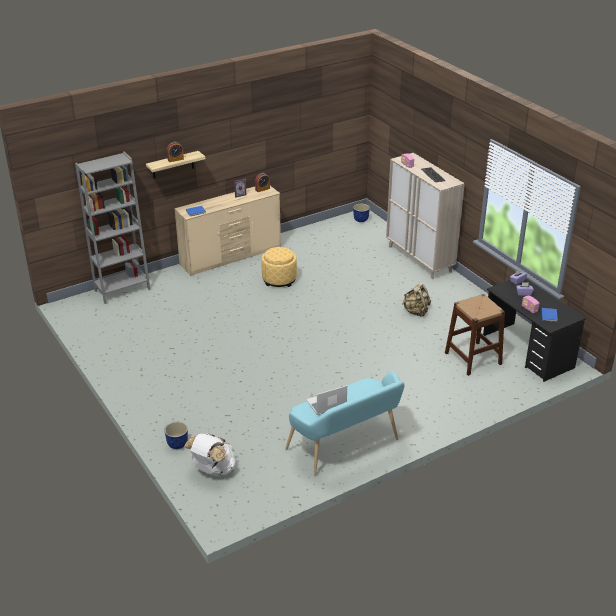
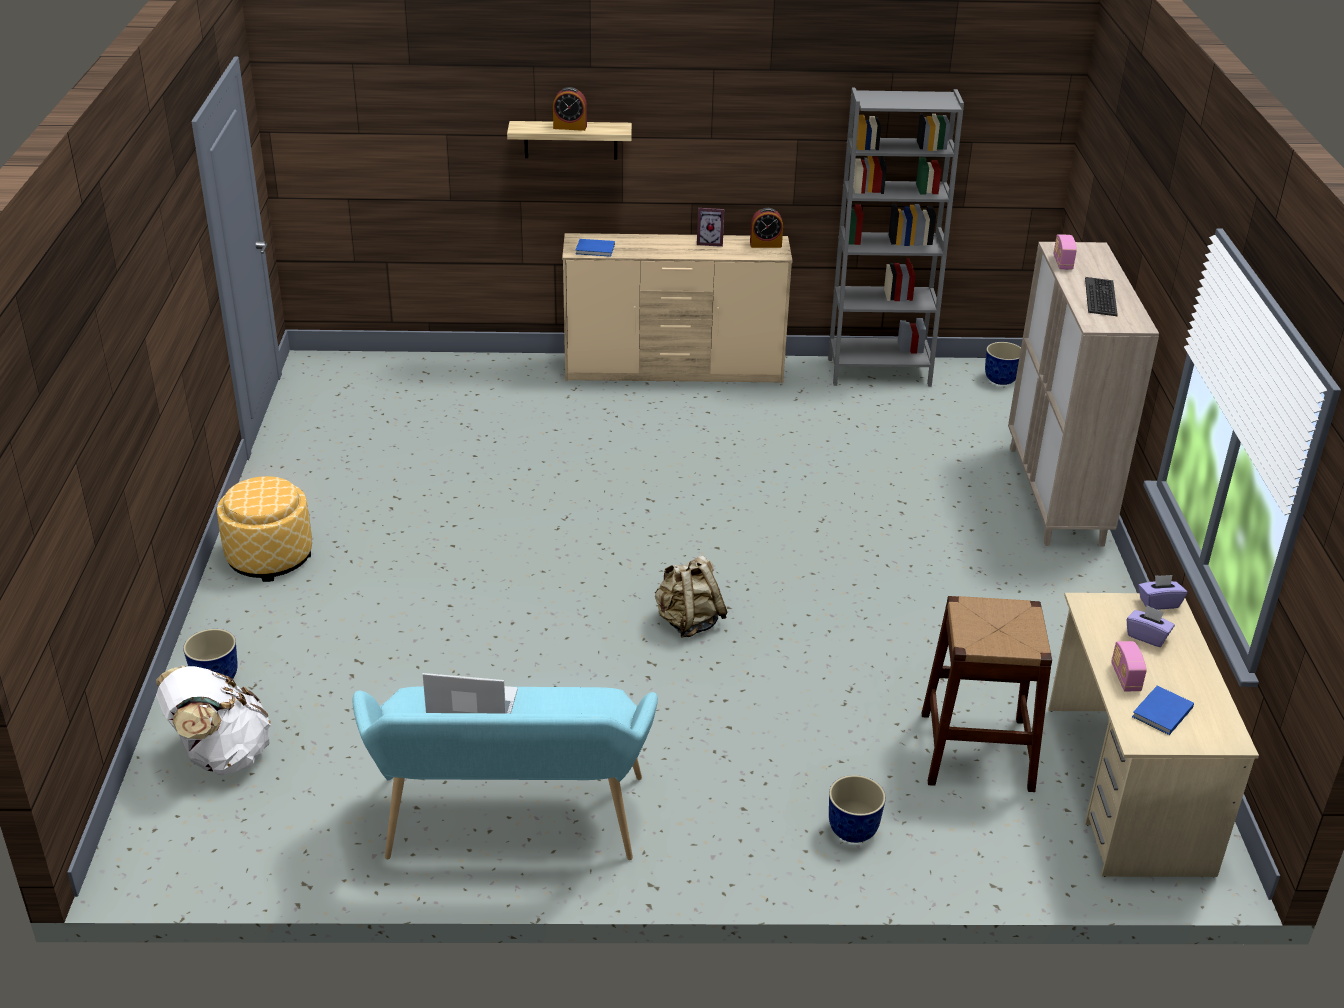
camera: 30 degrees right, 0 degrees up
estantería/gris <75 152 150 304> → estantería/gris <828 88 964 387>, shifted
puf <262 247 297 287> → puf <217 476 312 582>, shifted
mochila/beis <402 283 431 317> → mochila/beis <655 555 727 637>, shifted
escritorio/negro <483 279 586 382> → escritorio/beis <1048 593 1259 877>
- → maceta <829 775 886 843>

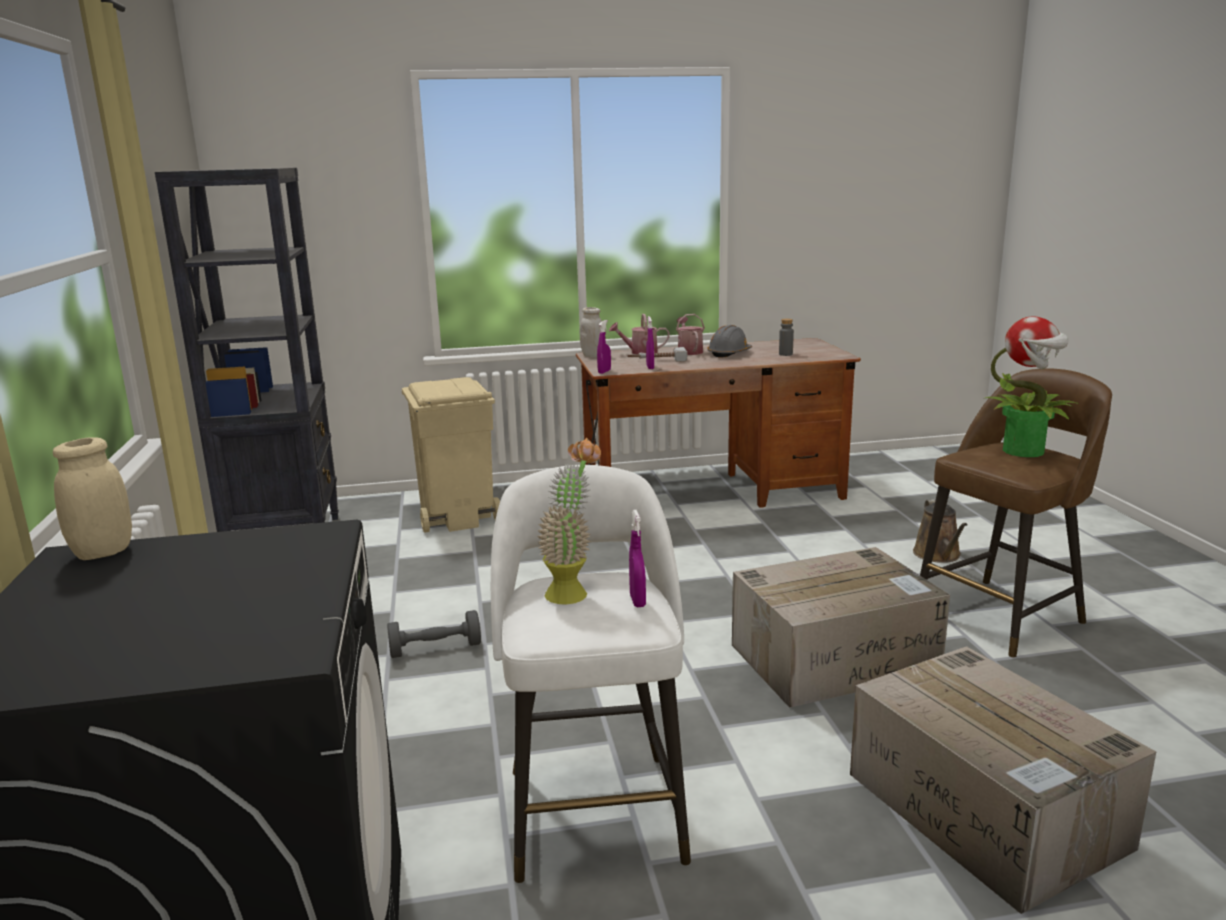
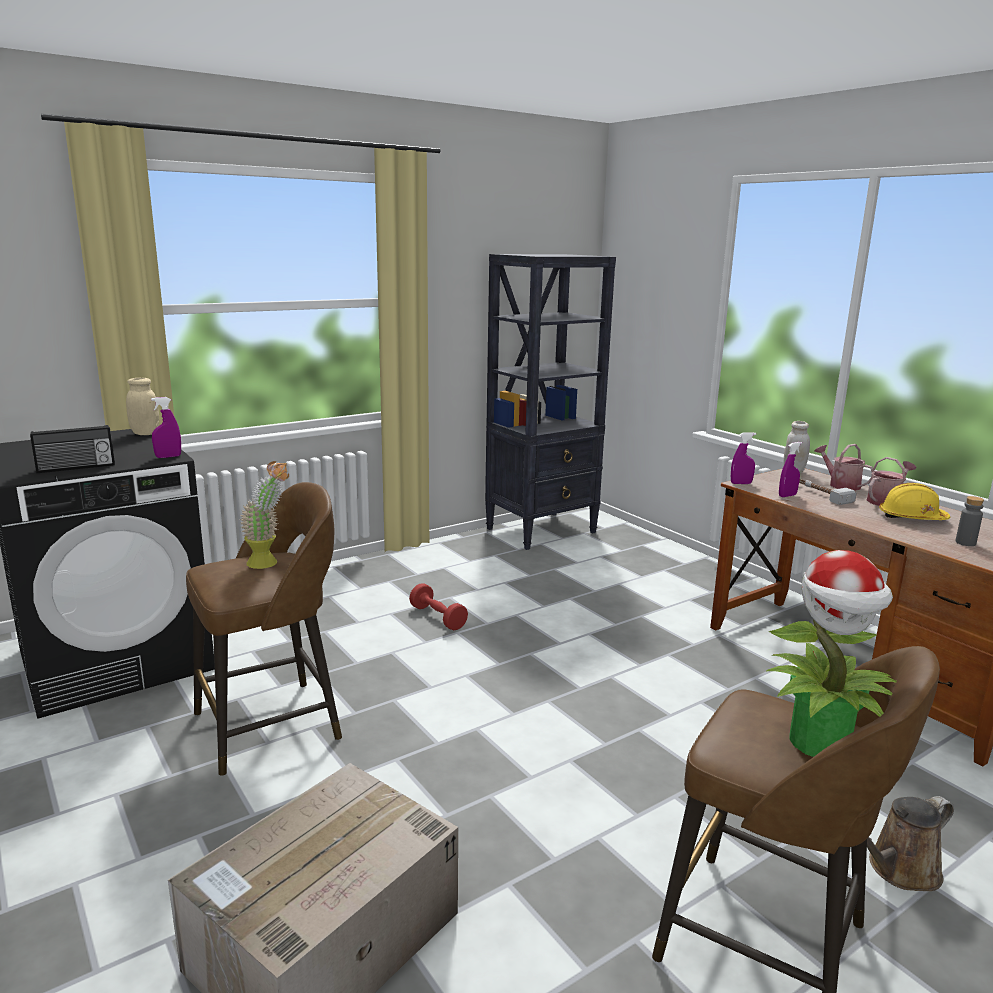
camera: 65 degrees right, 0 degrees up
mancuerna/gris <387 610 481 658> → mancuerna/rojo <409 583 468 630>
papelera/beis <402 377 500 533> → -
taburete/blanco <491 465 691 883> → taburete/marrón <186 482 342 776>
pulverizador/morado <629 510 646 607> → pulverizador/morado <151 397 181 458>, shifted
casco/gris <707 325 752 357> → casco/amarillo <879 483 950 520>
caja de cartón <732 547 950 708> → -
- → radio <30 425 115 473>

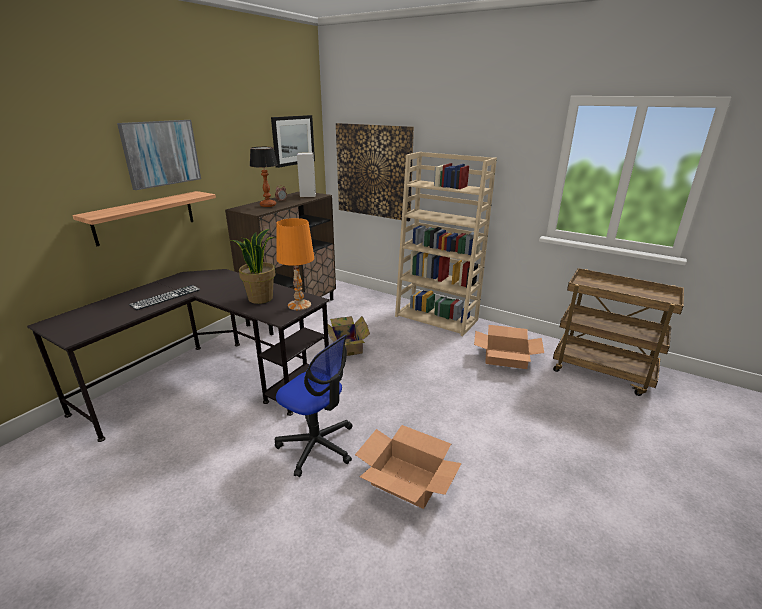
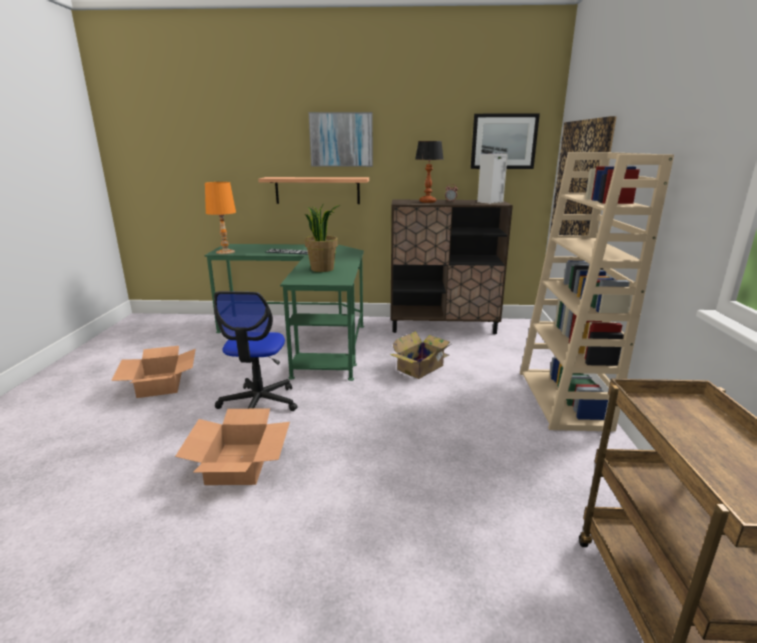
camera: 60 degrees right, 5 degrees down
escritorio/negro <27 269 329 442> → escritorio/verde <204 244 364 381>
lámpara de mesa/naranja <276 218 314 310> → lámpara de mesa/naranja <205 182 236 254>, shifted
caja de cartón <474 325 544 369> → caja de cartón <111 346 196 398>, shifted

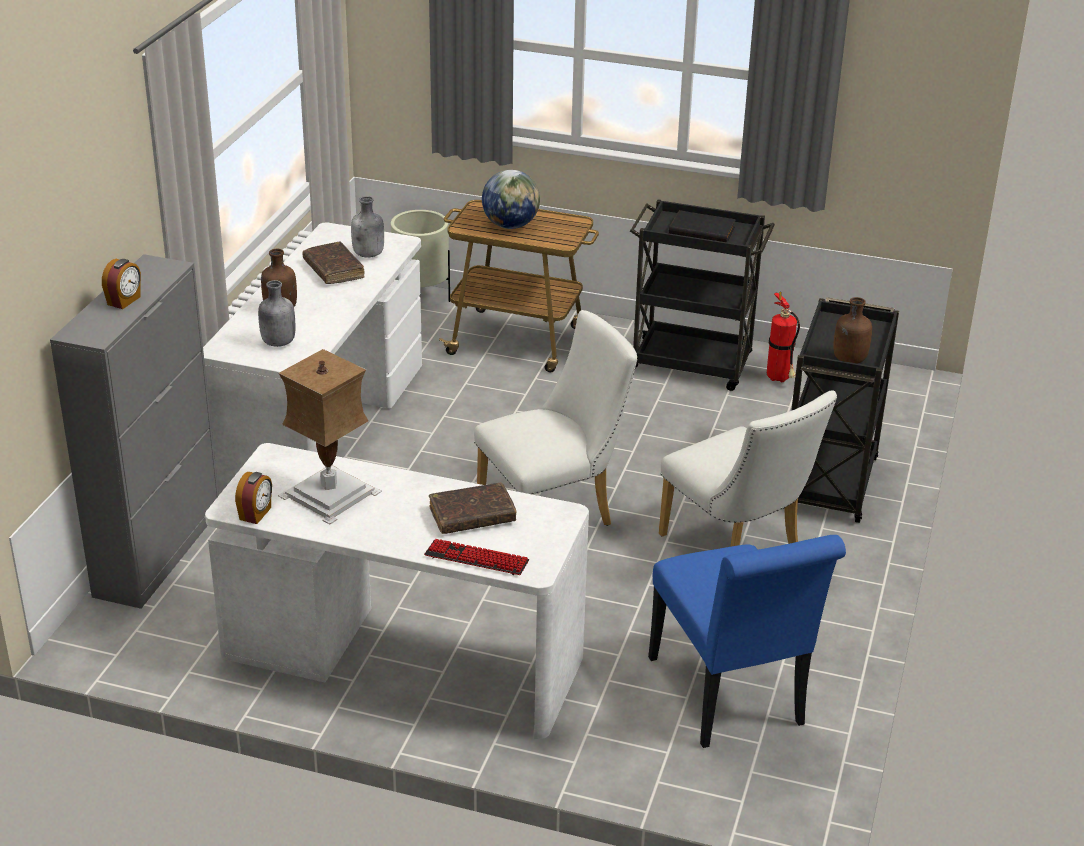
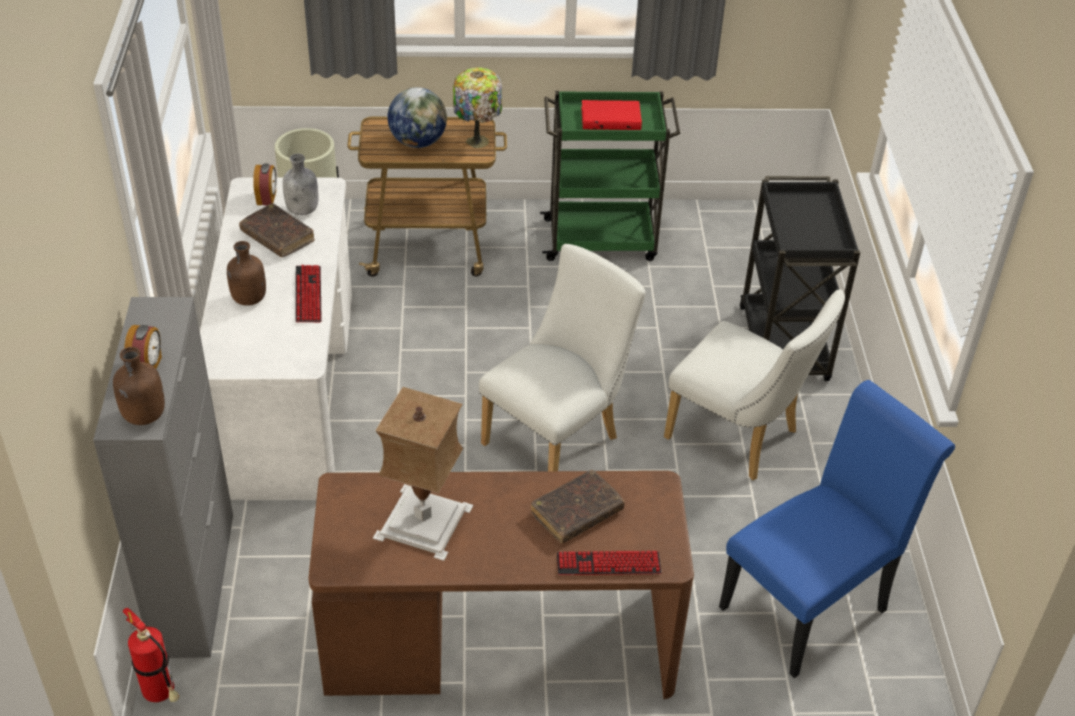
camera: 20 degrees left, 10 degrees up
escritorio/blanco <205 443 589 739> → escritorio/marrón <308 471 694 700>
despertador <235 472 272 524> → despertador <253 164 276 205>, shifted
botella/gris <258 280 295 347> → -
carrito/negro <630 200 775 391> → carrito/verde <540 91 680 261>
silla/azul <648 535 846 748> → silla/azul <719 380 955 678>, 90 degrees counterclockwise
libro/negro <669 210 736 242> → libro/rojo <581 100 642 130>
extintor <767 292 800 382> → extintor <122 608 180 702>, shifted
botella/marrón <834 297 872 364> → botella/marrón <113 347 165 425>, shifted
- → teclado <295 265 322 322>
- → lámpara de mesa <453 67 502 148>

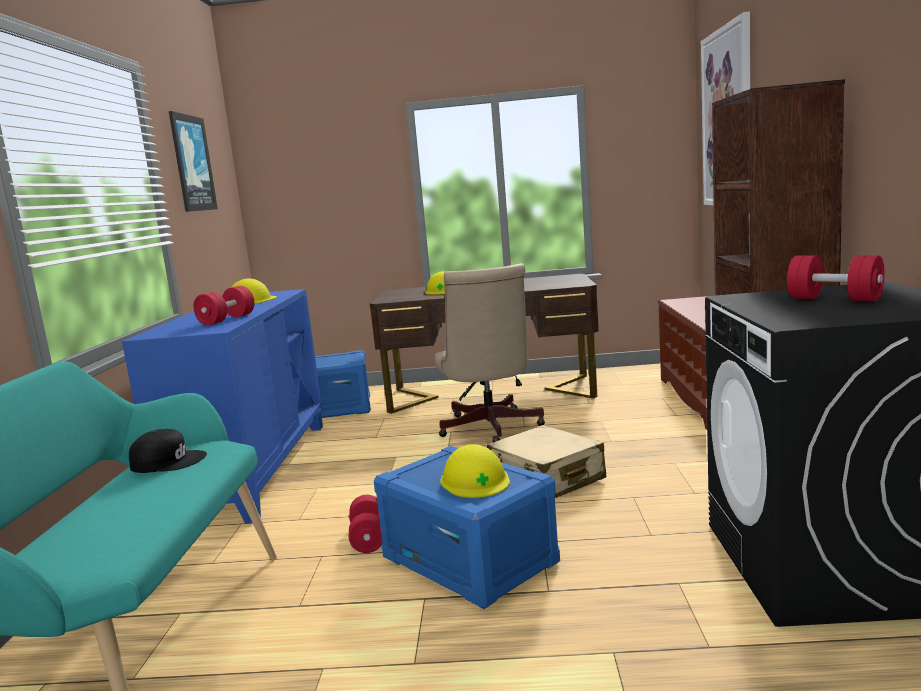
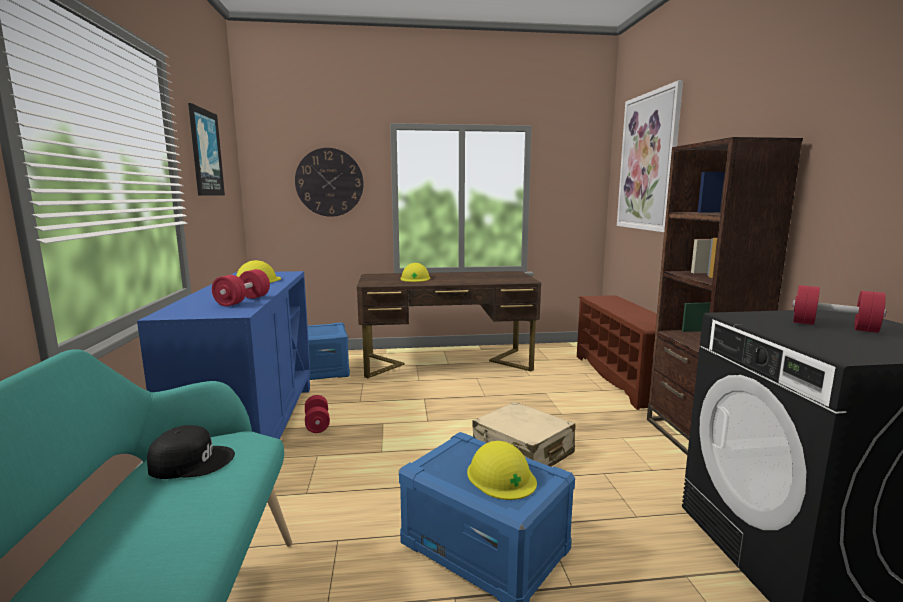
camera: 10 degrees left, 0 degrees up
mancuerna/rojo <349 495 382 553> → mancuerna/rojo <305 395 330 433>, shifted
silla de oficina/beis <435 263 545 442> → -
- → reloj de pared <295 148 364 217>

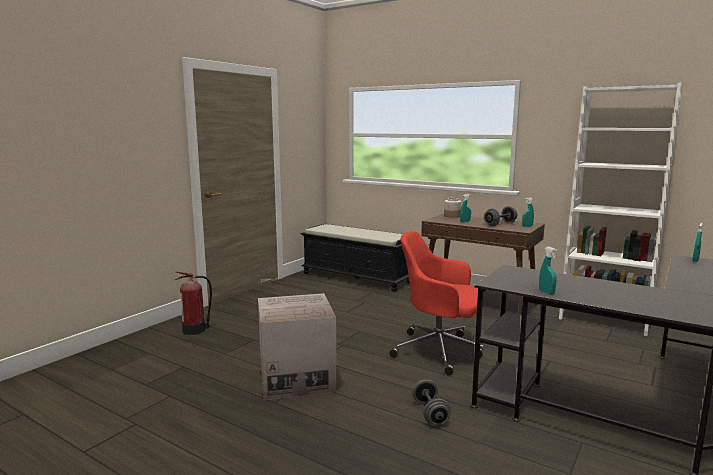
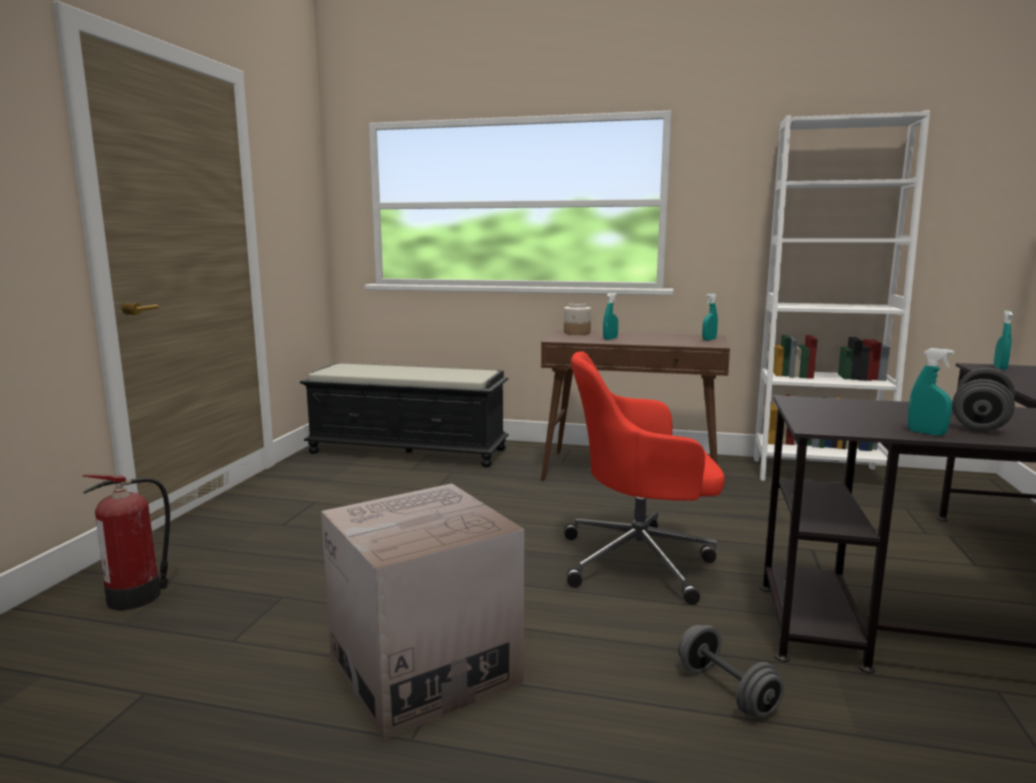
camera: 20 degrees left, 0 degrees up
mancuerna/gris <484 206 517 226> → mancuerna/gris <952 368 1015 431>, shifted

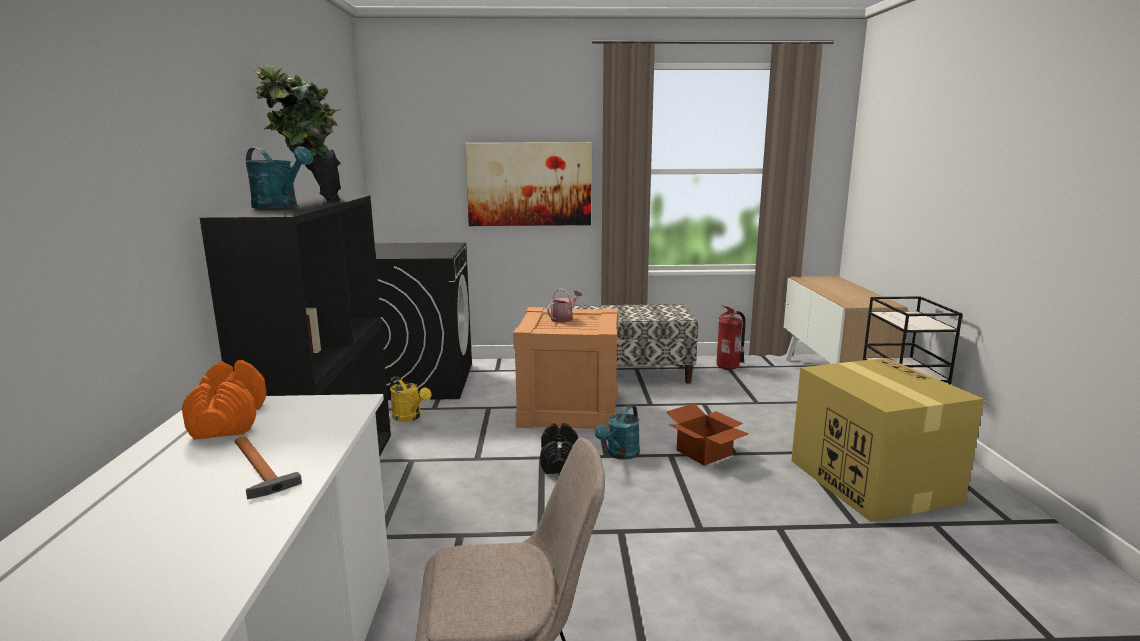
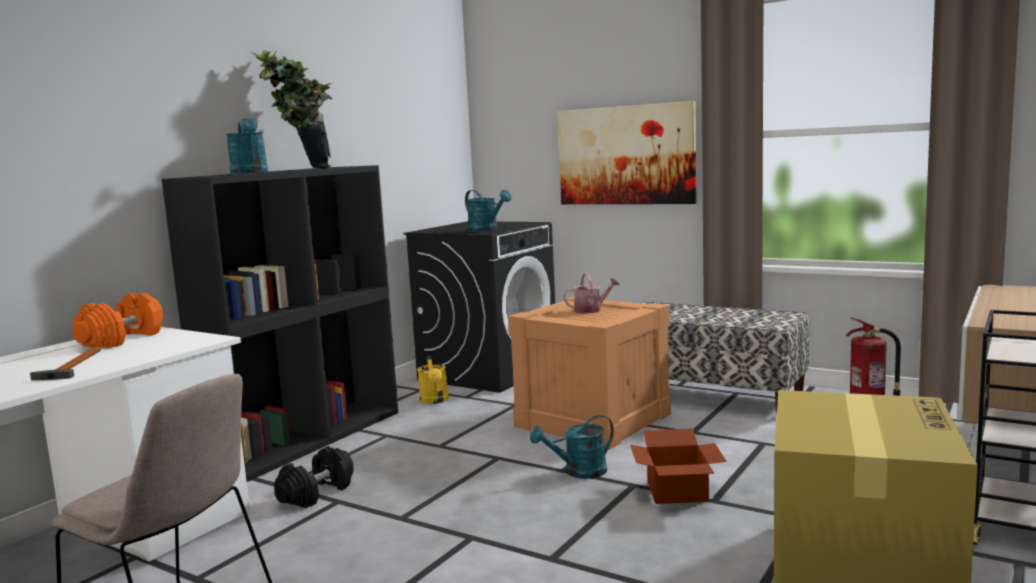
camera: 35 degrees right, 5 degrees down
mancuerna/negro <540 423 578 474> → mancuerna/negro <274 446 354 508>, shifted
- → regadera/turquesa <465 190 512 232>

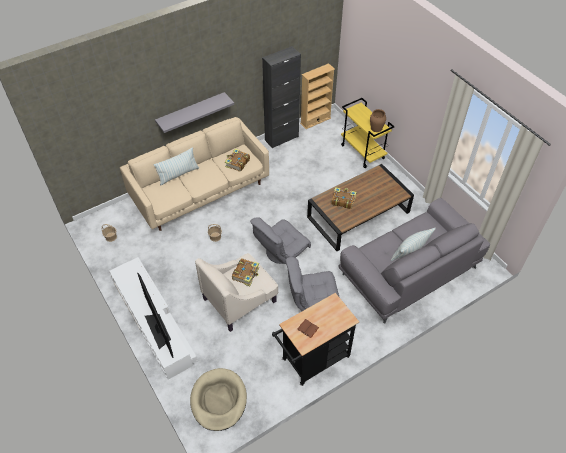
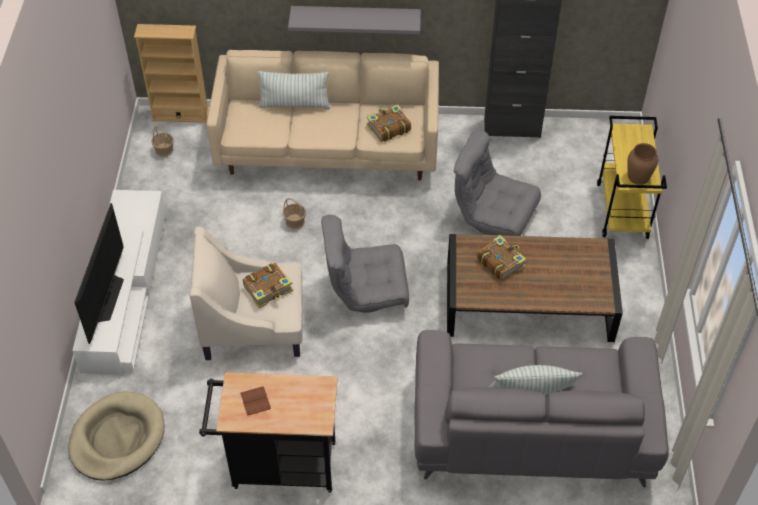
camera: 35 degrees right, 0 degrees up
sillón/gris <286 257 340 311> → sillón/gris <454 130 541 236>, shifted
estantería/beis <300 63 335 129> → estantería/beis <134 24 209 123>, shifted

